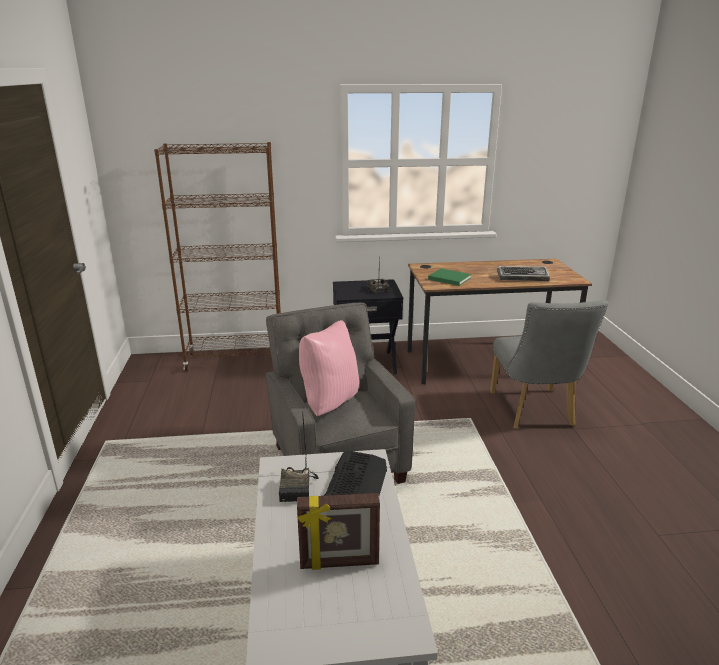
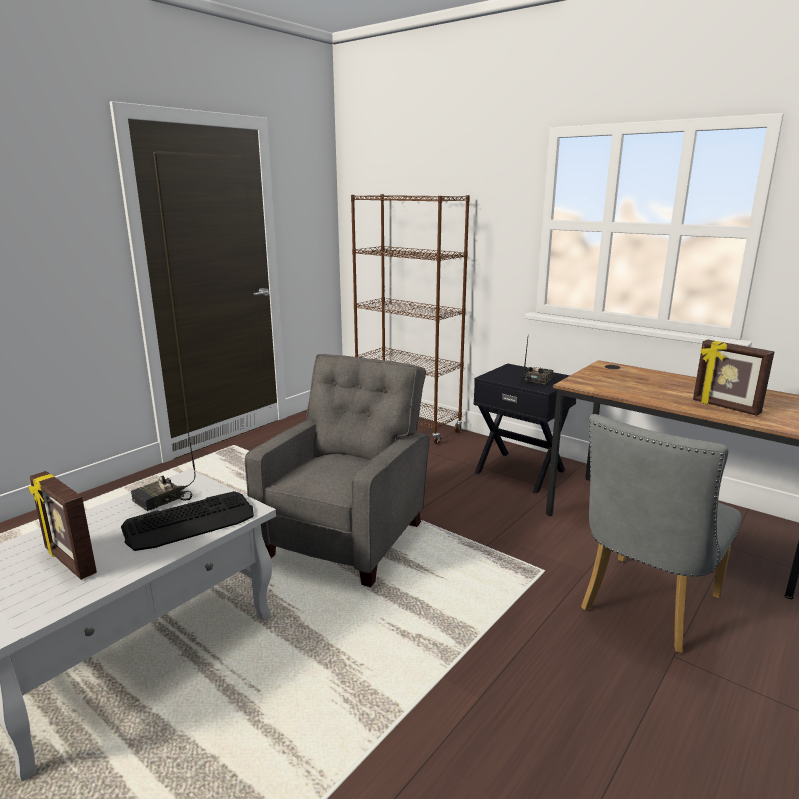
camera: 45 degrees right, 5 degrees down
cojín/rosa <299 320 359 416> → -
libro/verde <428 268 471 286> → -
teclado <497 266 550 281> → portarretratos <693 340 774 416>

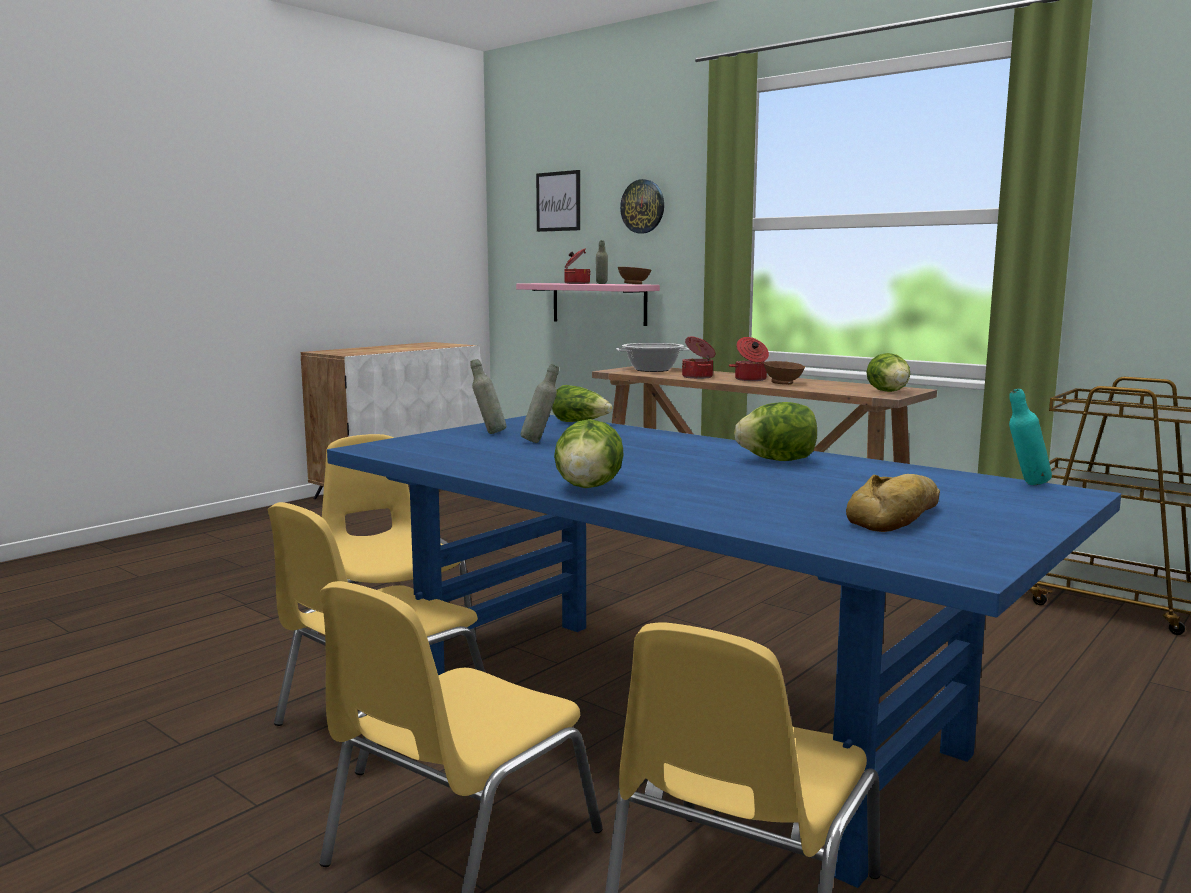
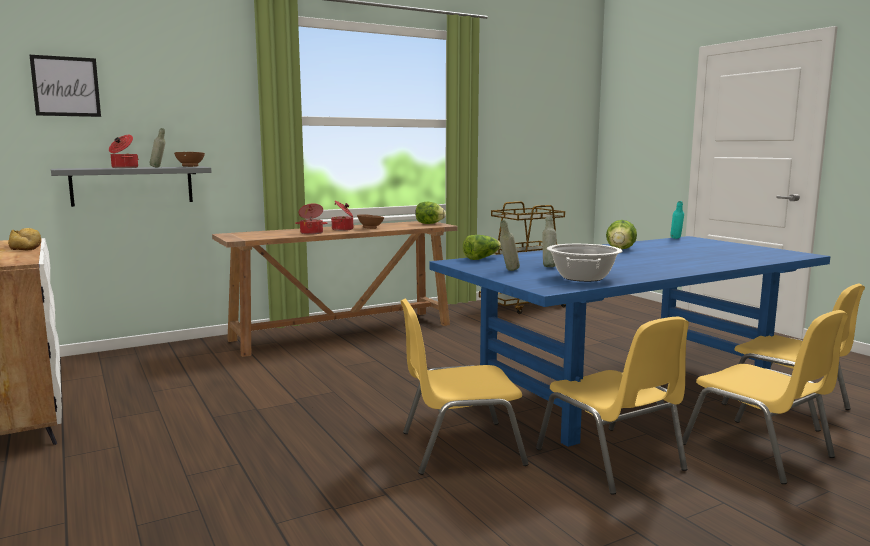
camera: 70 degrees left, 0 degrees up
estante/rosa <516 283 660 326> → estante/gris <51 167 212 207>
lechuga <554 419 624 488> → -
olla <616 343 690 372> → olla <547 244 623 282>, shifted
reloj de pared <620 179 664 233> → -
pan <846 474 940 532> → pan <8 228 41 251>, shifted

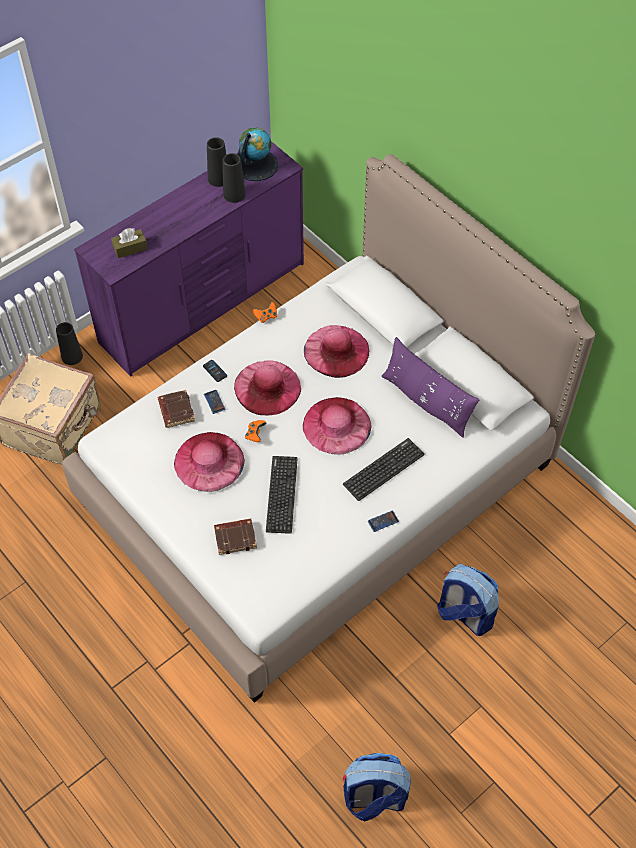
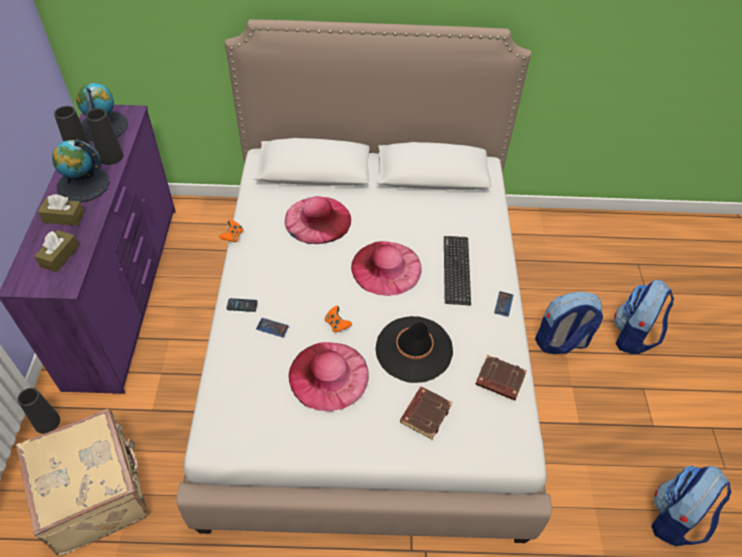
camera: 50 degrees left, 5 degrees down
libro/marrón <158 390 195 428> → libro/marrón <476 355 527 401>, shifted
sombrero/rosa <234 360 301 415> → -
teclado <266 456 298 534> → sombrero/negro <375 316 453 383>
cojín/morado <382 337 479 438> → -
- → caja de pañuelos/marrón <38 194 85 226>
- → globo terráqueo <52 139 110 203>
- → mochila <614 280 674 355>

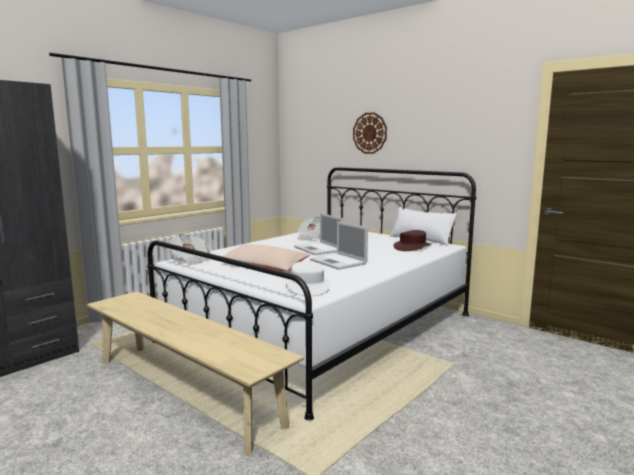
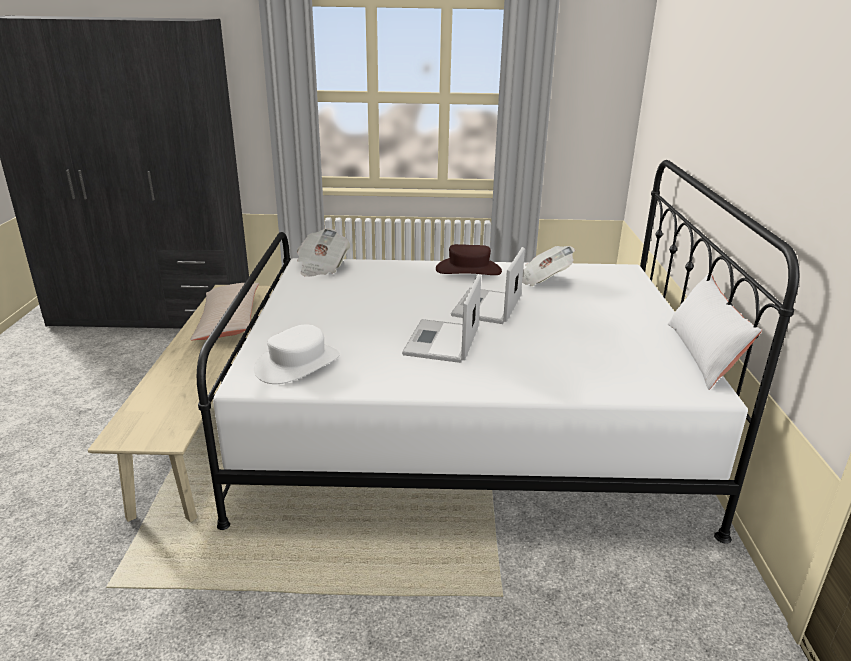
camera: 50 degrees right, 15 degrees up
cojín/beis <222 244 311 272> → cojín/beis <190 283 259 340>, shifted
reloj de pared <353 112 387 154> → -
sombrero/marrón <393 230 432 251> → sombrero/marrón <436 244 502 275>, shifted

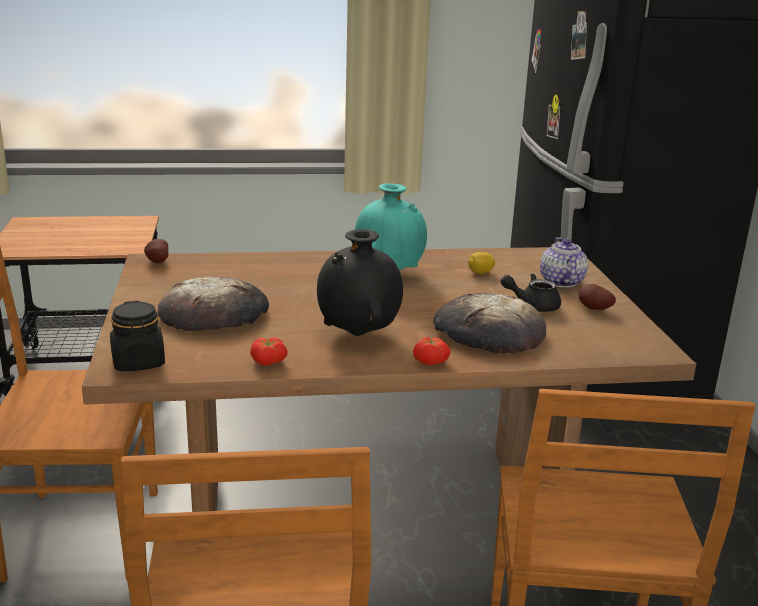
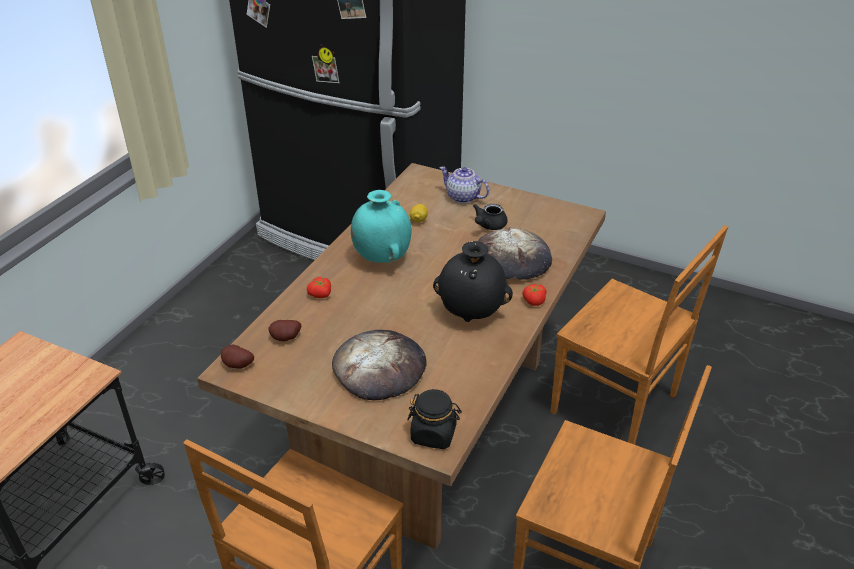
camera: 55 degrees left, 15 degrees up
tomate <250 337 288 366> → tomate <307 277 331 298>, shifted
patata <578 284 616 310> → patata <268 320 301 341>, shifted

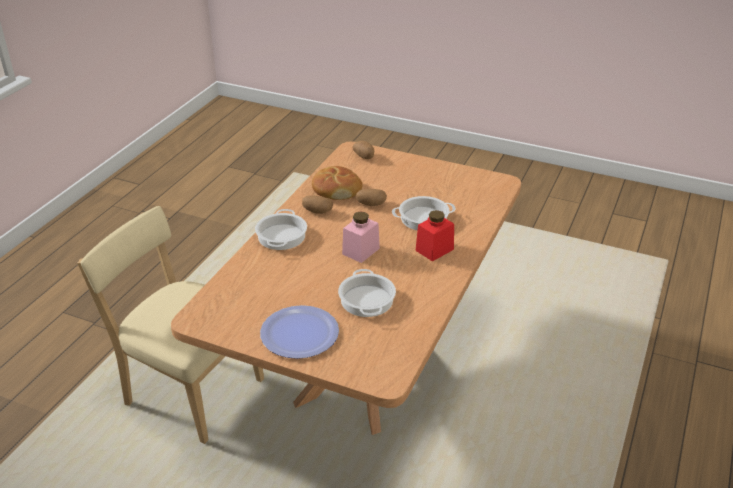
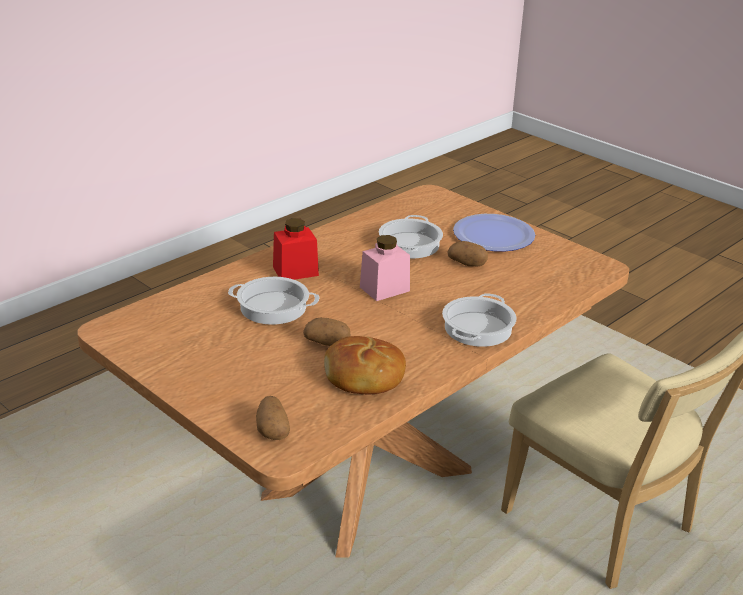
camera: 160 degrees left, 5 degrees down
patata <302 195 333 214> → patata <447 241 488 266>, shifted

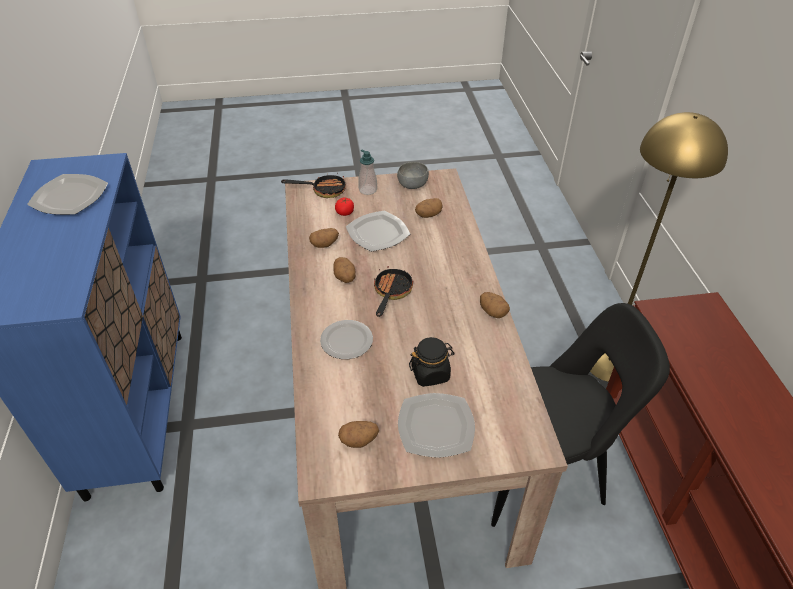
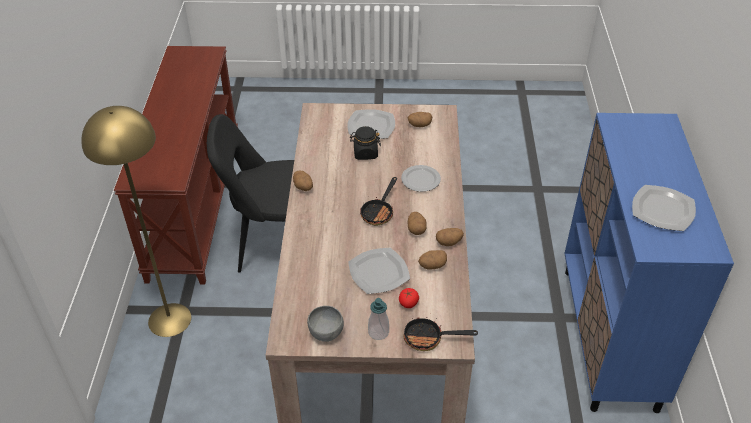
camera: 170 degrees left, 0 degrees up
patata <415 198 442 218> → patata <436 228 464 246>, shifted

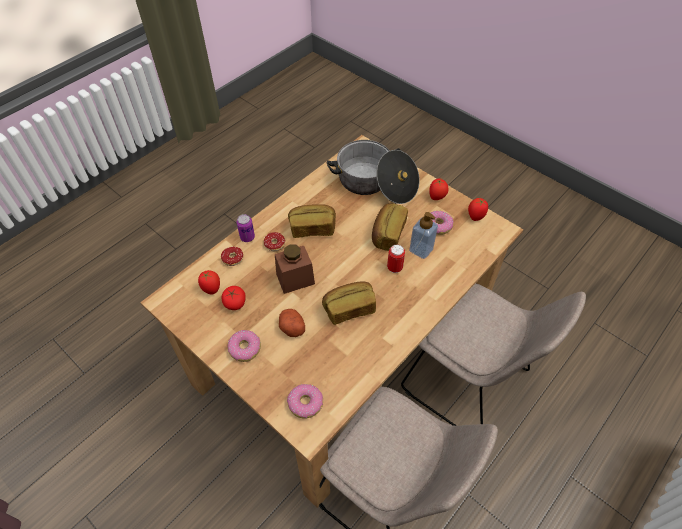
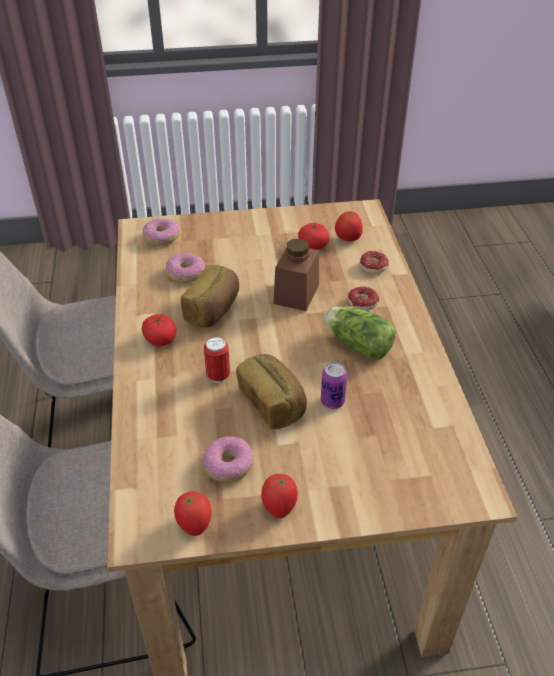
camera: 130 degrees right, 10 degrees down
rosquilla <228 330 261 362> → rosquilla <166 253 206 283>, shifted
lata <237 214 255 242> → lata <321 362 347 409>, shifted
patata <279 309 305 337> → -
pan <288 204 336 238> → lechuga <324 306 396 360>
olla <327 140 419 204> → -
dispensador de jabón <409 212 438 259> → -
- → tomate <142 314 176 346>

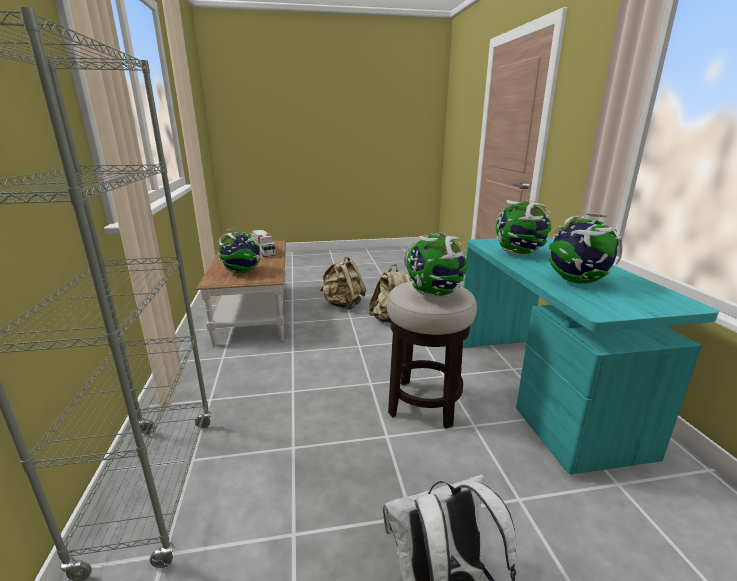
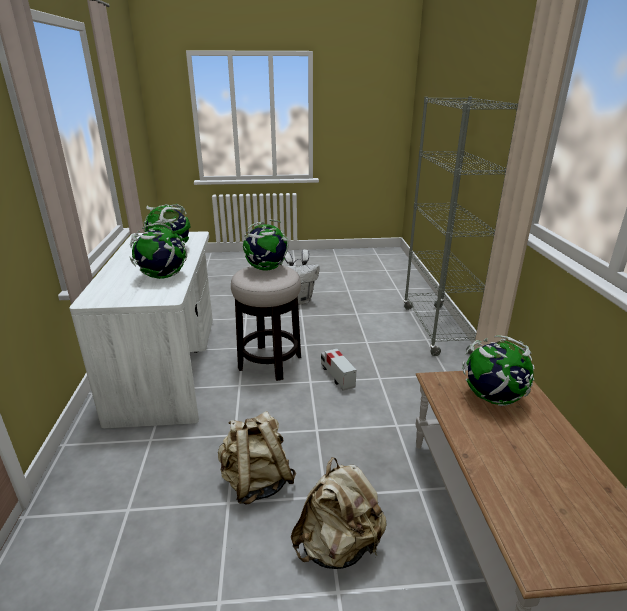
camera: 175 degrees left, 5 degrees up
camión de juguete <252 230 276 257> → camión de juguete <321 349 356 391>, shifted
escritorio/turquesa <463 237 719 474> → escritorio/blanco <69 231 213 428>

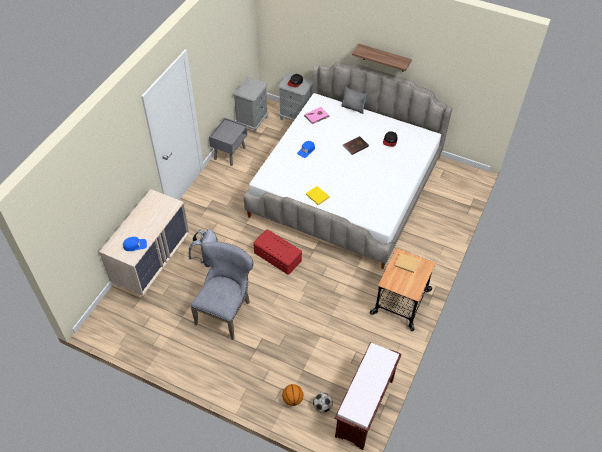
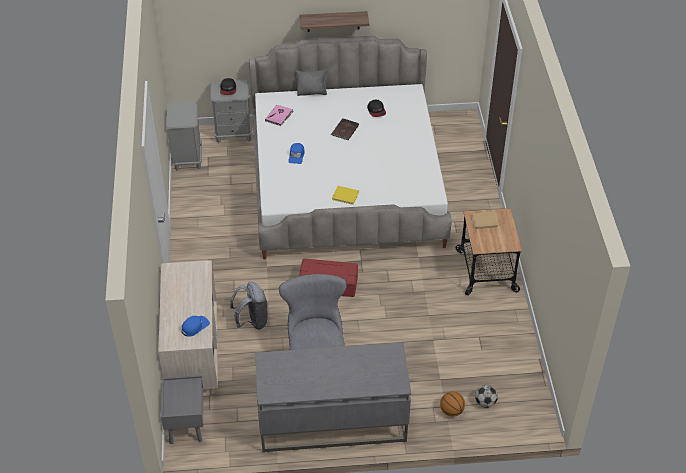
camera: 30 degrees left, 5 degrees down
mesita de noche/gris <209 117 247 166> → mesita de noche/gris <161 375 203 444>, shifted
banco/marrón <334 342 401 450> → -
- → escritorio/gris <255 343 411 452>

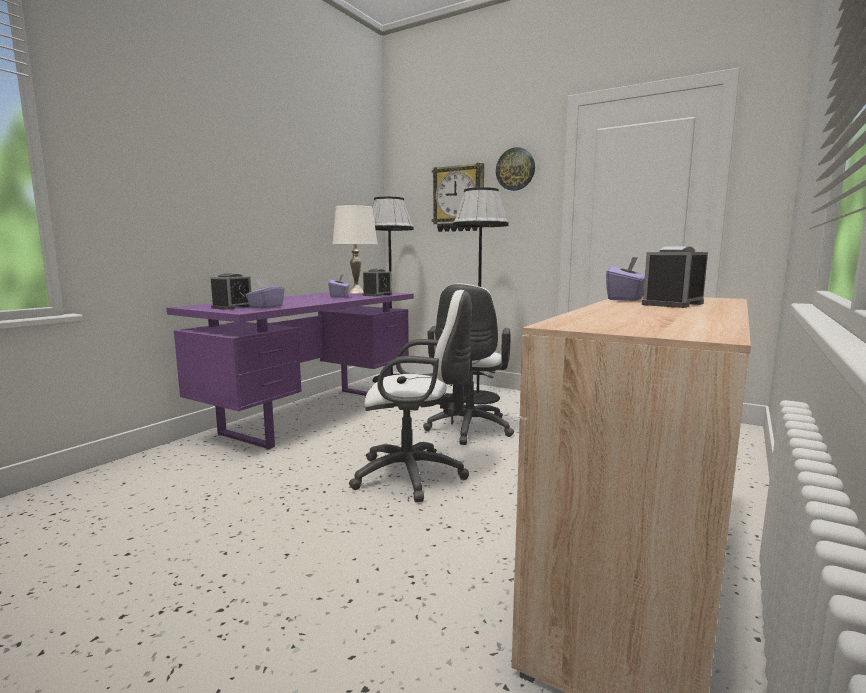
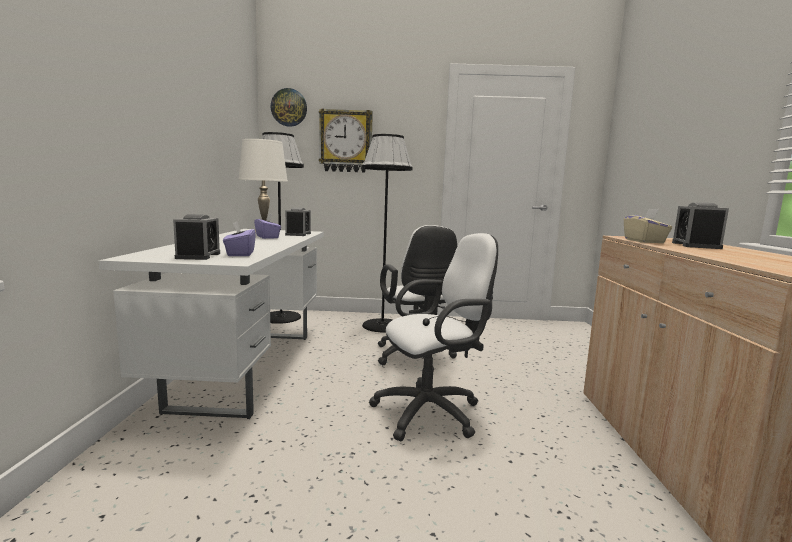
camera: 30 degrees left, 0 degrees up
escritorio/morado <167 292 414 450> → escritorio/blanco <99 229 324 419>
reloj de pared <496 147 535 191> → reloj de pared <271 88 307 127>, shifted
caja de pañuelos/morado <606 257 645 301> → caja de pañuelos/beis <624 209 672 243>

